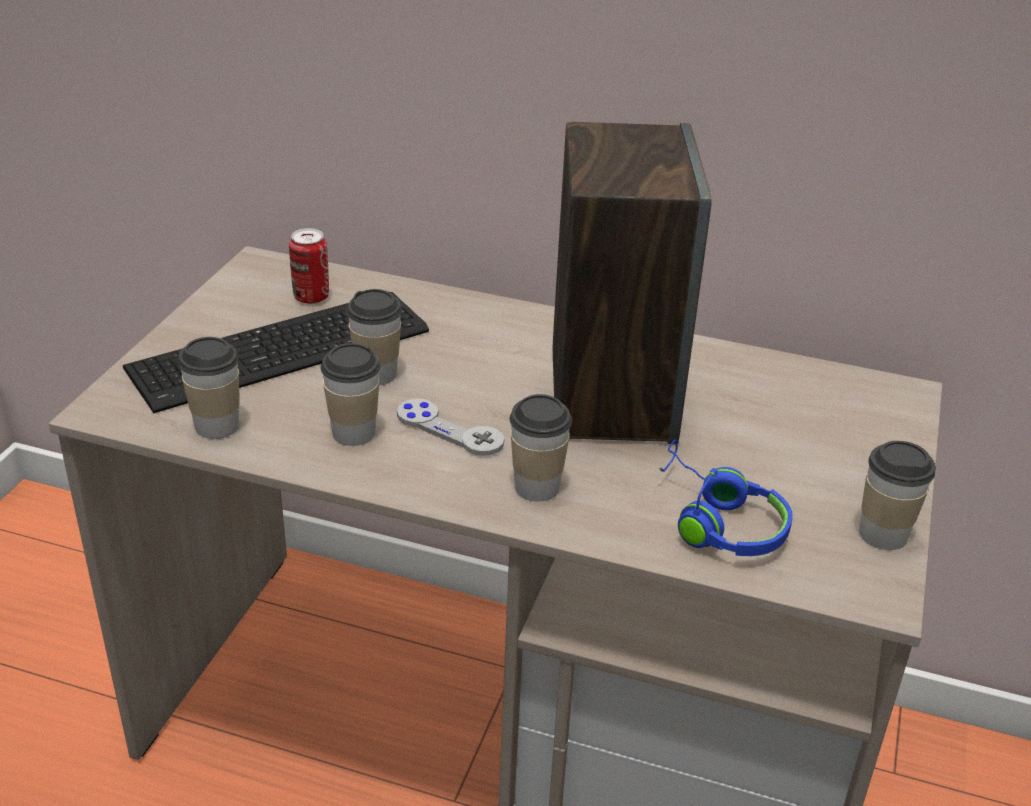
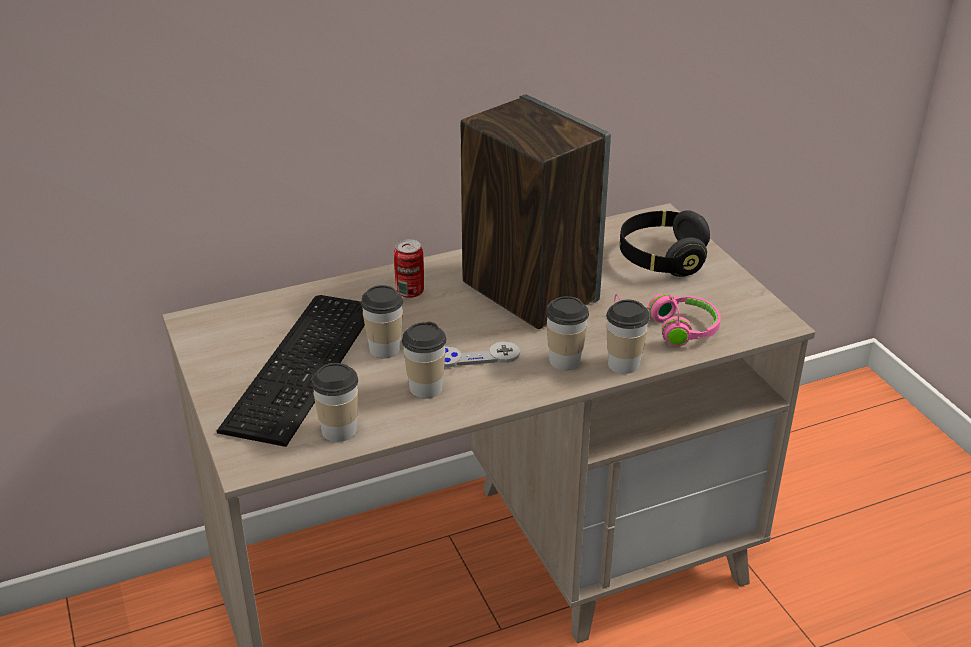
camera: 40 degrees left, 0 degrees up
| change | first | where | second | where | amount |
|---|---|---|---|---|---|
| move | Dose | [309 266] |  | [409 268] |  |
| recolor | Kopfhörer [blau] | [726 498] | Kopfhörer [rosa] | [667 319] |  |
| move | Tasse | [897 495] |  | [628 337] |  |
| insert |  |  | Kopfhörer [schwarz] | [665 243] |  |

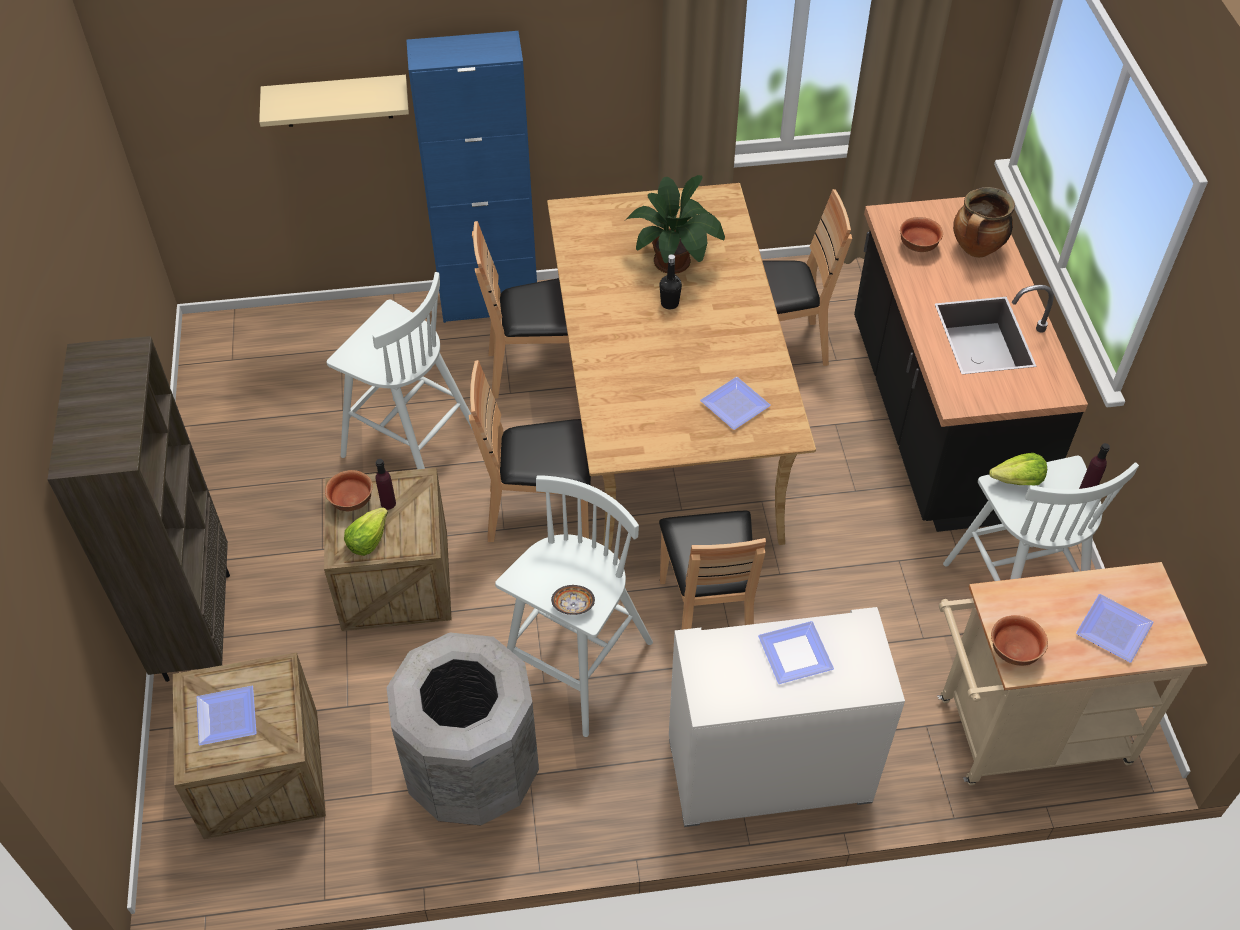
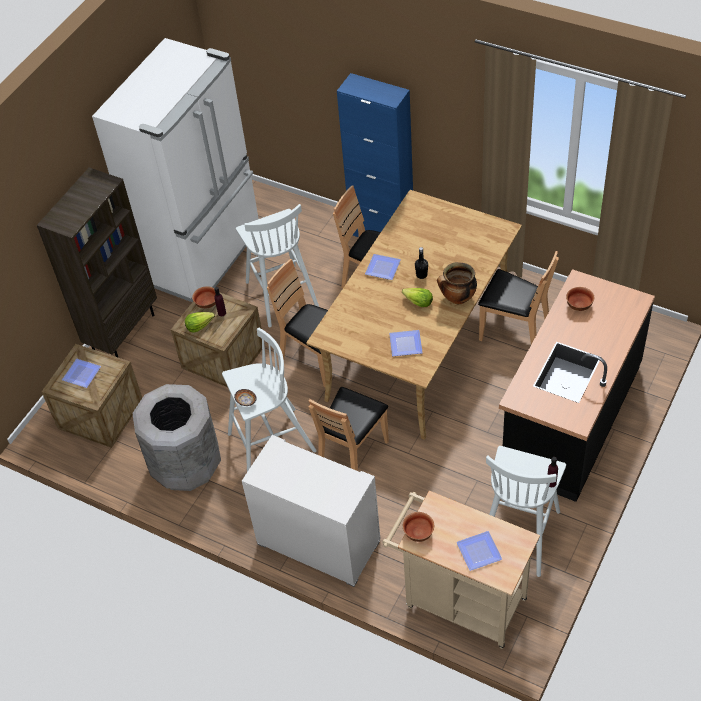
camera: 40 degrees right, 0 degrees up
| change | first | where | second | where | amount |
|---|---|---|---|---|---|
| delete | Wandregal [beige] | [334 101] |  |  |  |
| delete | Topfpflanze | [675 224] |  |  |  |
| move | Teller | [796 652] |  | [383 267] |  |
| move | Kochtopf | [984 222] |  | [457 283] |  |
| move | Salatkopf | [1018 469] |  | [417 297] |  |
| insert |  |  | Kühlschrank [weiß] | [175 170] |  |

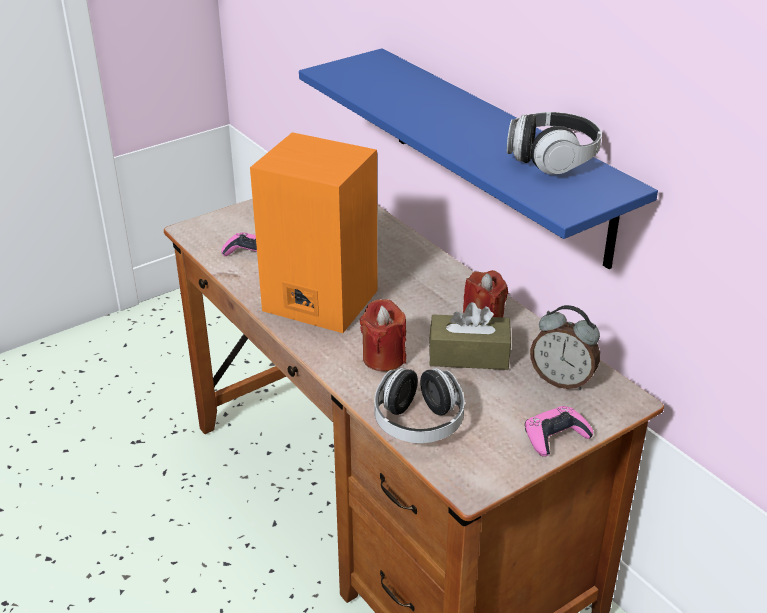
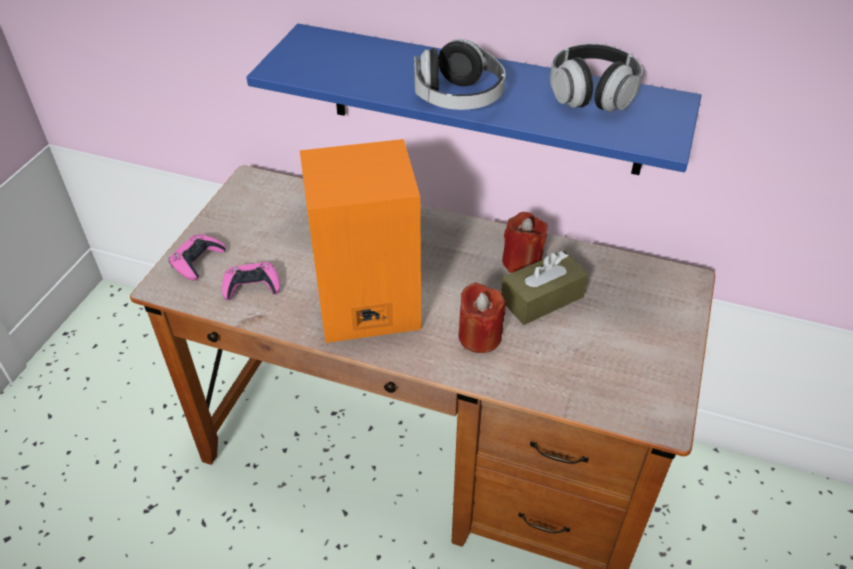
camera: 35 degrees left, 10 degrees up
| change | first | where | second | where | amount |
|---|---|---|---|---|---|
| move | Kopfhörer | [419 405] |  | [459 74] |  |
| move | Gamepad [rosa] | [559 431] |  | [197 257] |  |
| delete | Wecker | [565 347] |  |  |  |

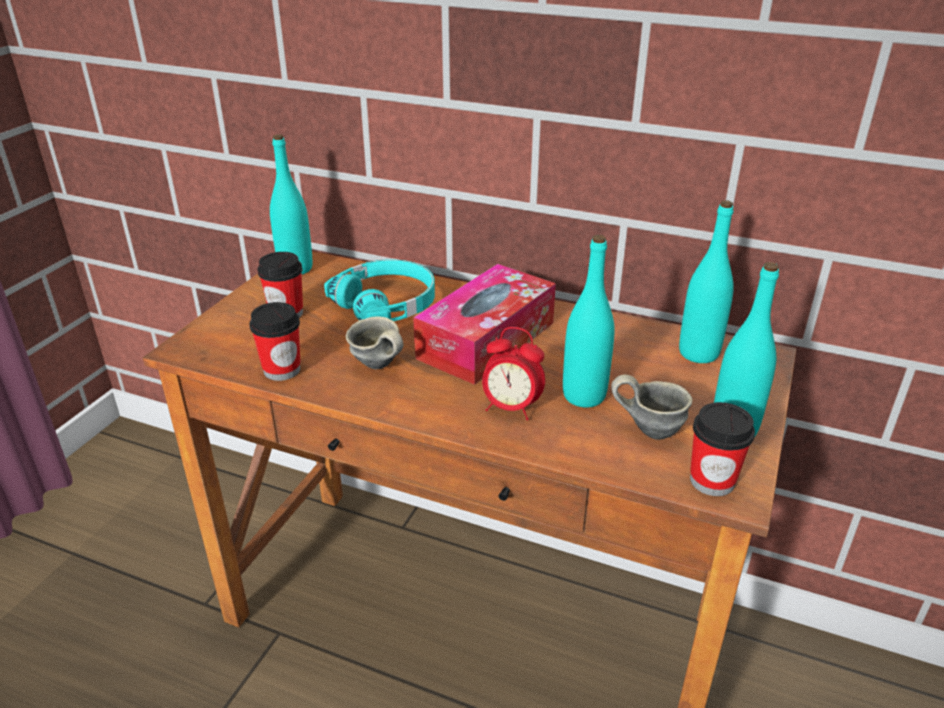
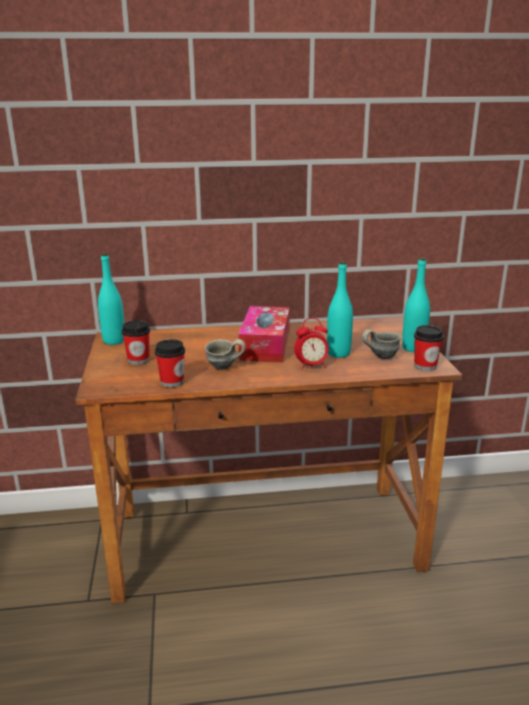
camera: 30 degrees left, 10 degrees down
| change | first | where | second | where | amount |
|---|---|---|---|---|---|
| delete | Kopfhörer [türkis] | [379 290] |  |  |  |
| delete | Flasche [türkis] | [706 281] |  |  |  |

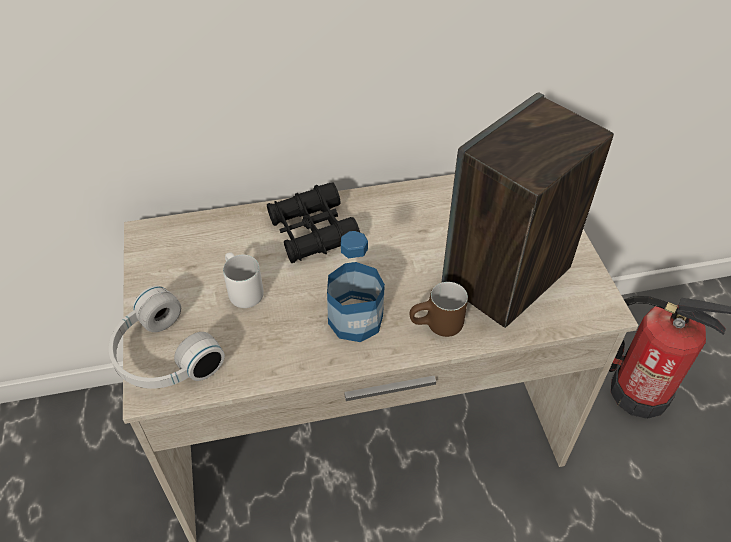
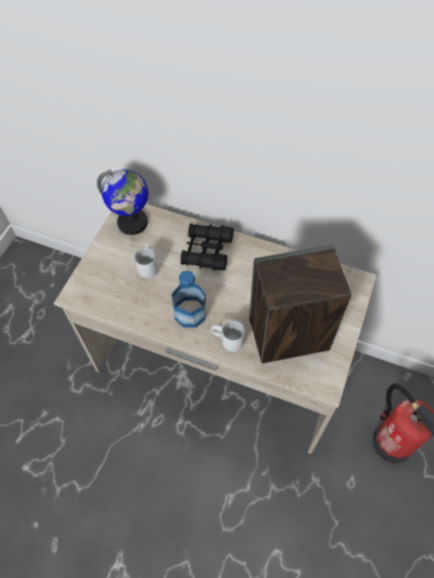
camera: 35 degrees right, 10 degrees up
| change | first | where | second | where | amount |
|---|---|---|---|---|---|
| delete | Kopfhörer [weiß] | [167 337] |  |  |  |
| recolor | Henkelbecher [braun] | [439 309] | Henkelbecher [weiß] | [228 336] |  |
| insert |  |  | Globus | [122 202] |  |

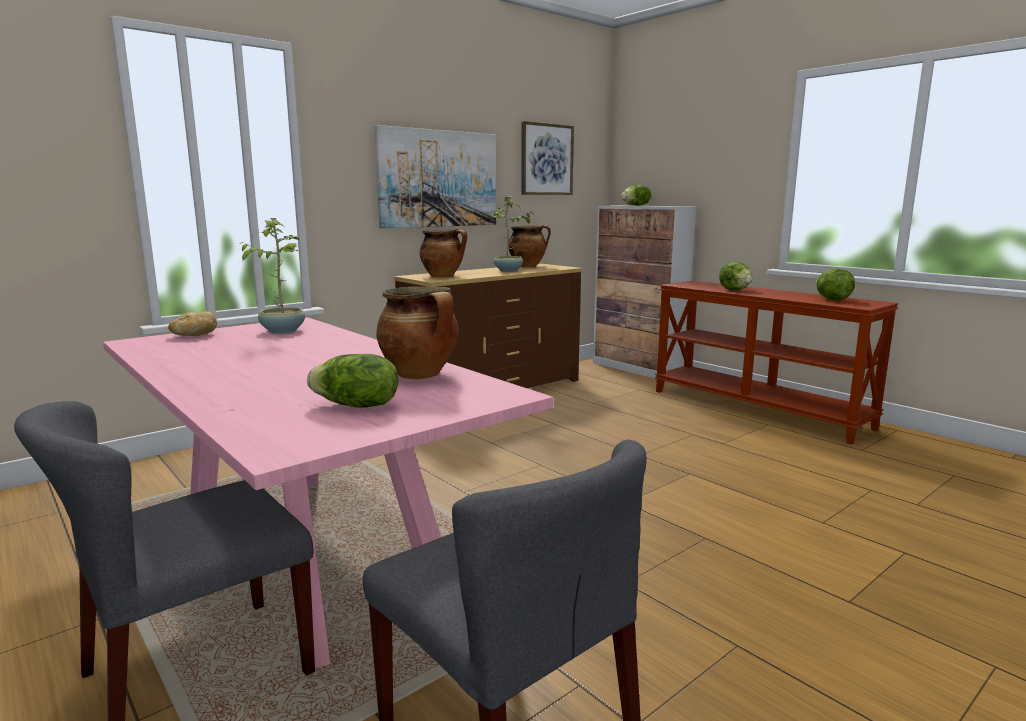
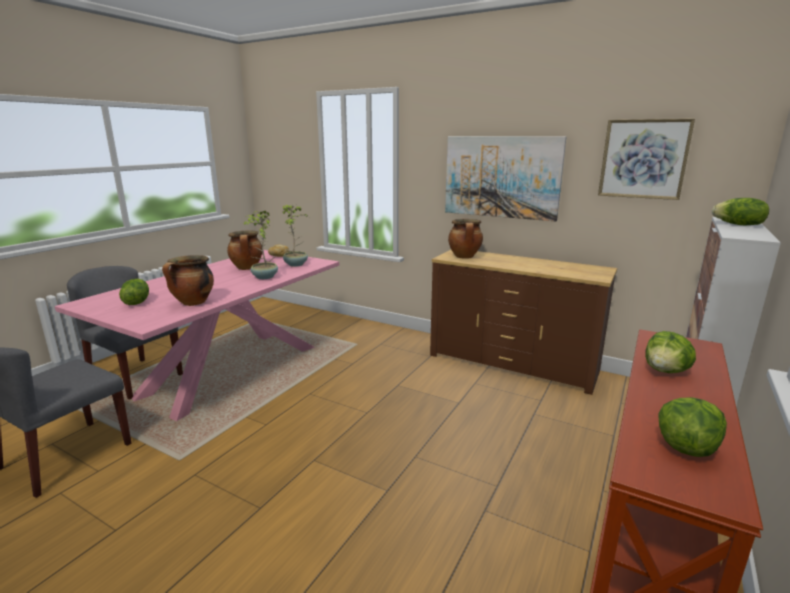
camera: 70 degrees right, 5 degrees up
| change | first | where | second | where | amount |
|---|---|---|---|---|---|
| move | Topfpflanze | [513 234] |  | [260 245] |  |
| move | Kochtopf | [530 246] |  | [244 250] |  |

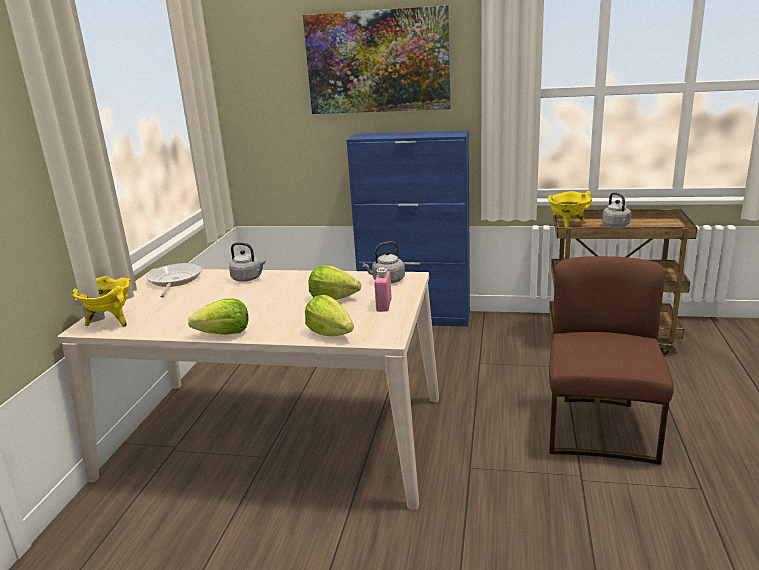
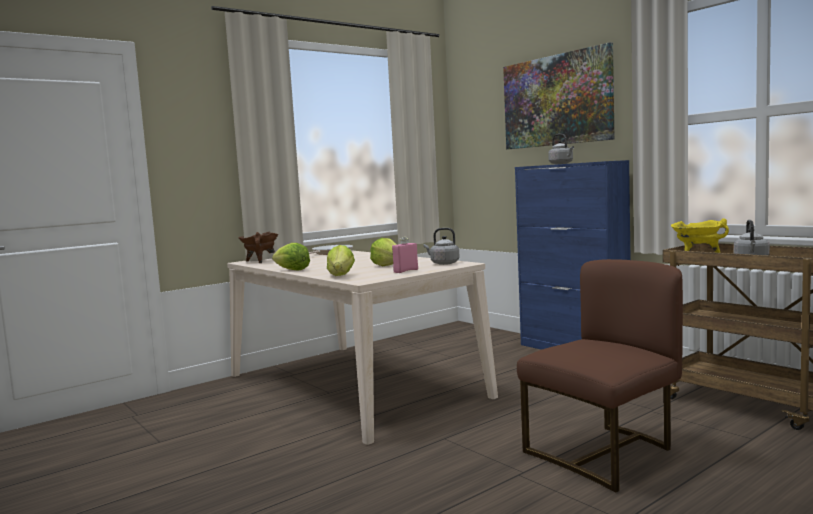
camera: 40 degrees right, 15 degrees down
| change | first | where | second | where | amount |
|---|---|---|---|---|---|
| recolor | Kochtopf [gelb] | [101 301] | Kochtopf [braun] | [258 247] |  |
| move | Wasserkessel [grau] | [247 262] |  | [561 149] |  |

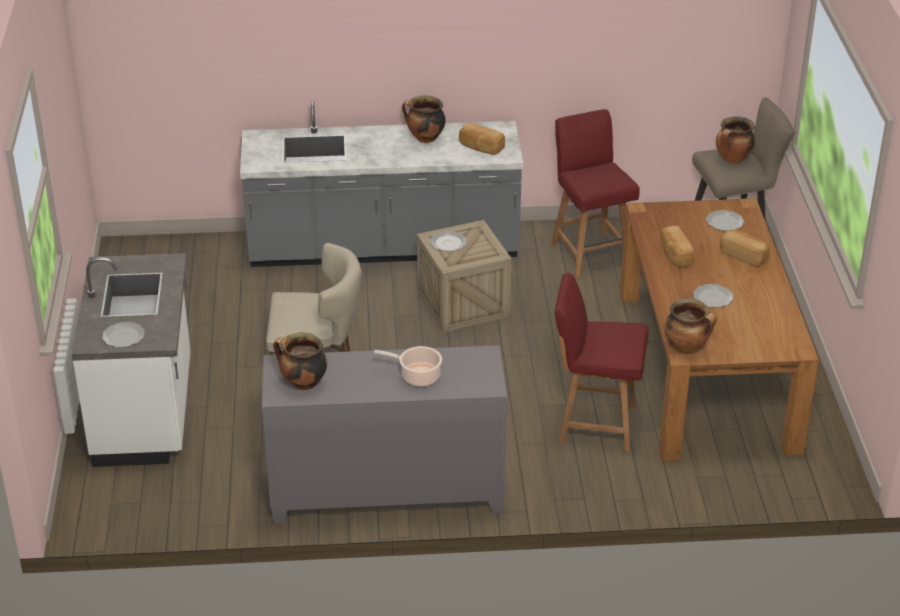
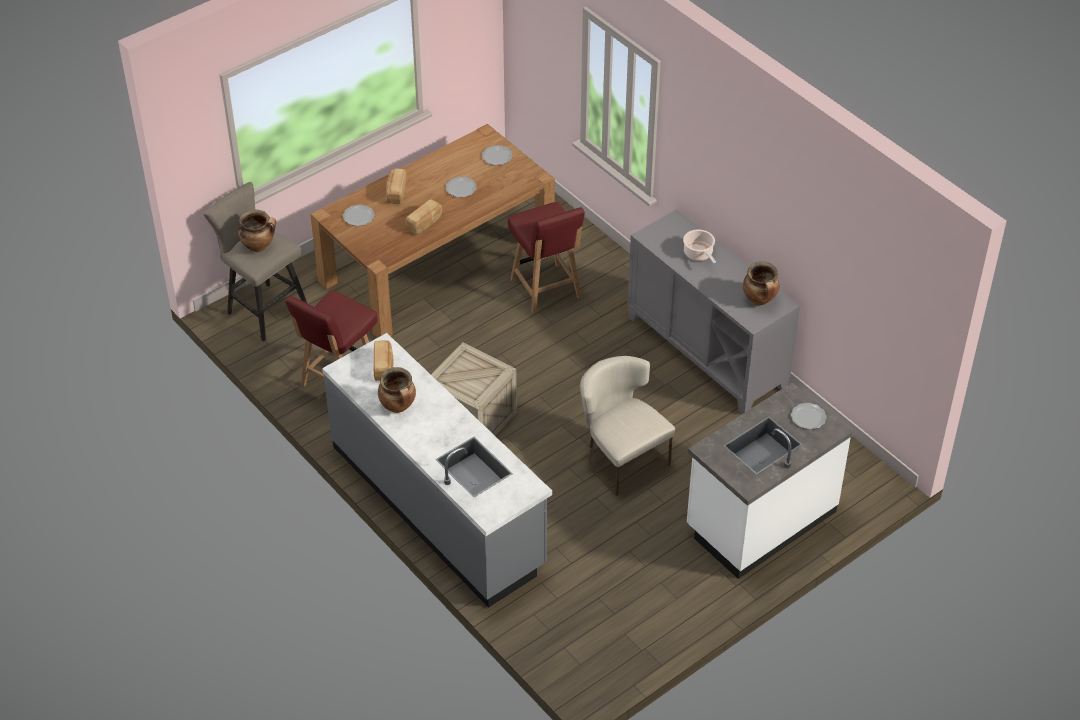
camera: 125 degrees left, 10 degrees up
| change | first | where | second | where | amount |
|---|---|---|---|---|---|
| move | Teller | [448 241] |  | [497 155] |  |
| delete | Kochtopf | [691 326] |  |  |  |

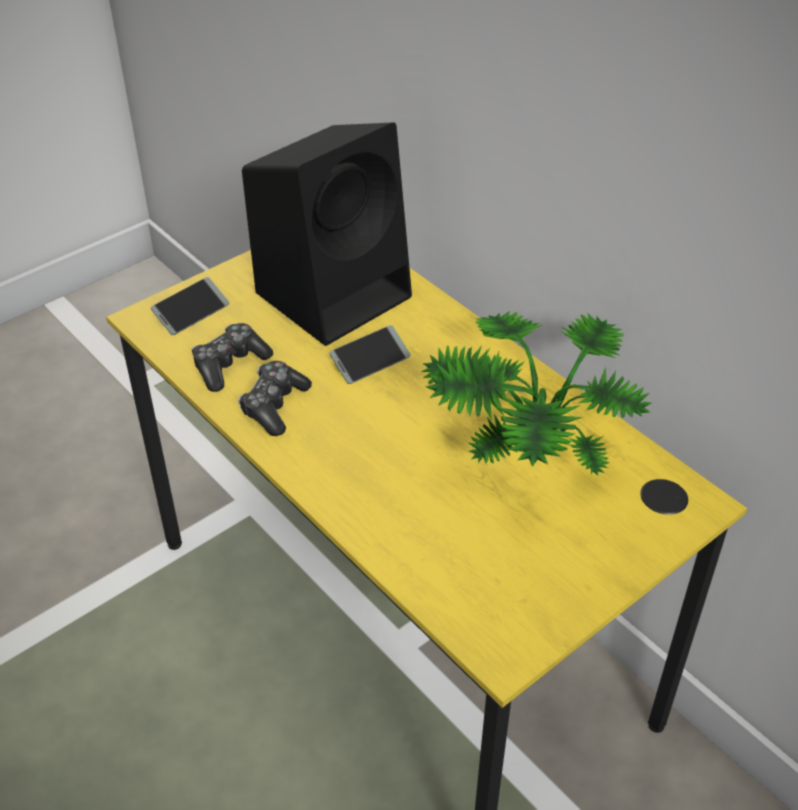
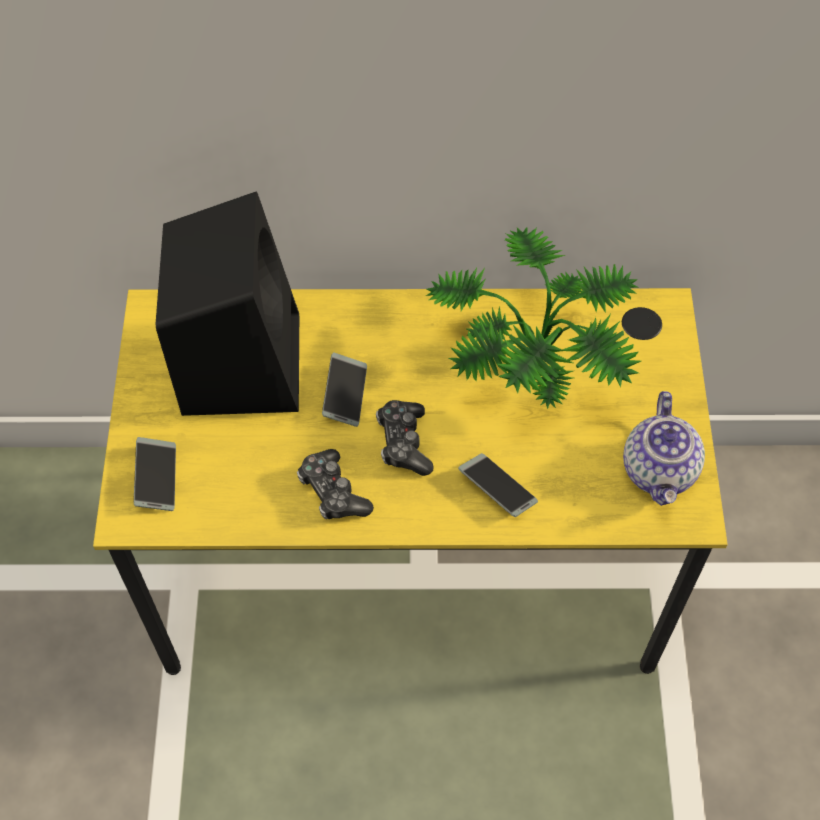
camera: 50 degrees left, 15 degrees up
| change | first | where | second | where | amount |
|---|---|---|---|---|---|
| move | Gamepad | [232 357] |  | [405 438] |  |
| insert |  |  | Handy | [498 485] |  |
| insert |  |  | Teekanne | [664 448] |  |

